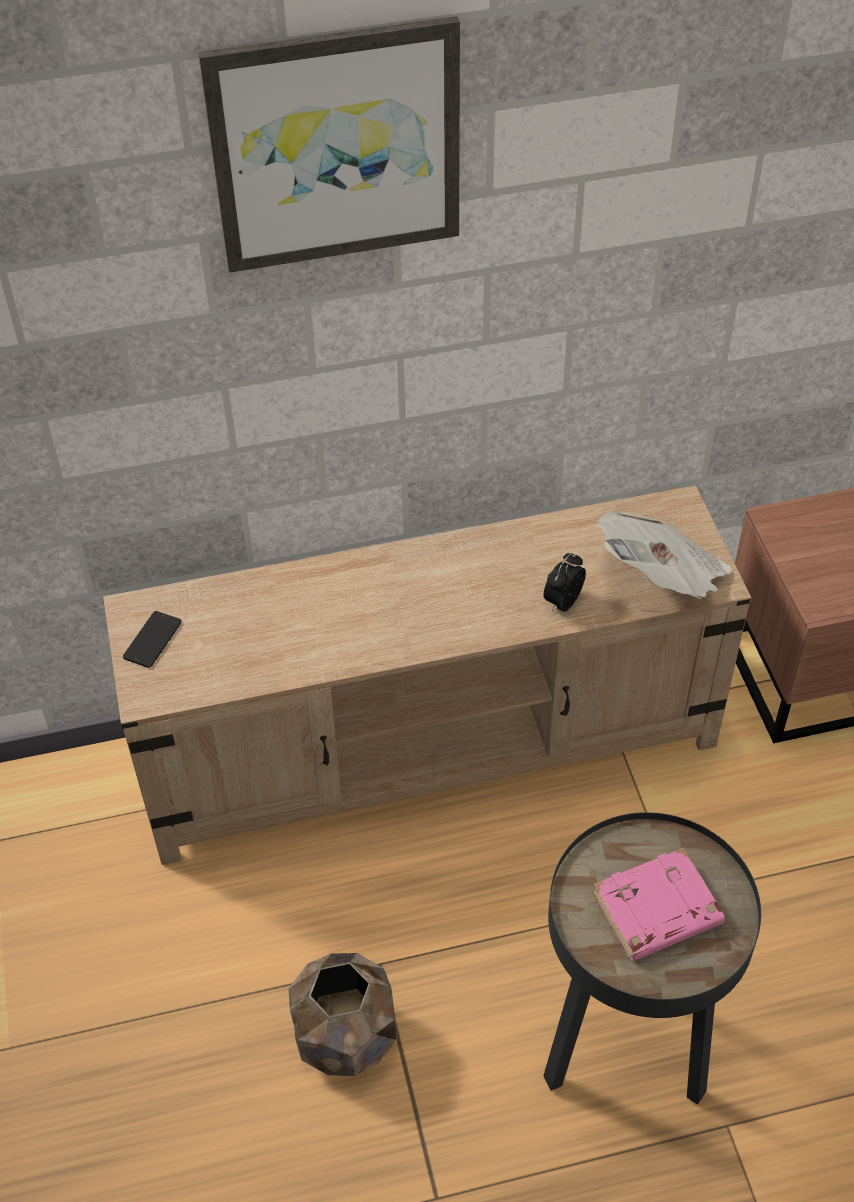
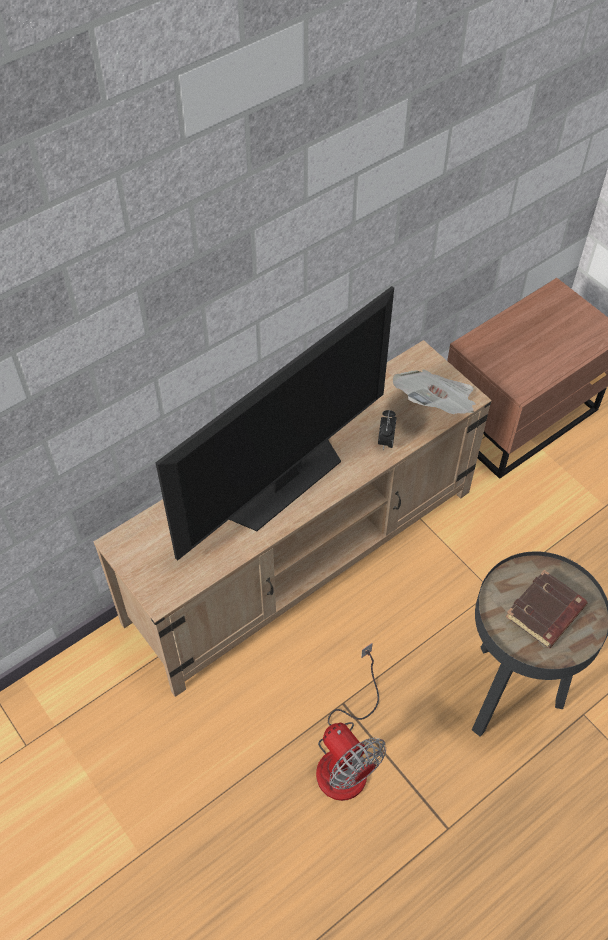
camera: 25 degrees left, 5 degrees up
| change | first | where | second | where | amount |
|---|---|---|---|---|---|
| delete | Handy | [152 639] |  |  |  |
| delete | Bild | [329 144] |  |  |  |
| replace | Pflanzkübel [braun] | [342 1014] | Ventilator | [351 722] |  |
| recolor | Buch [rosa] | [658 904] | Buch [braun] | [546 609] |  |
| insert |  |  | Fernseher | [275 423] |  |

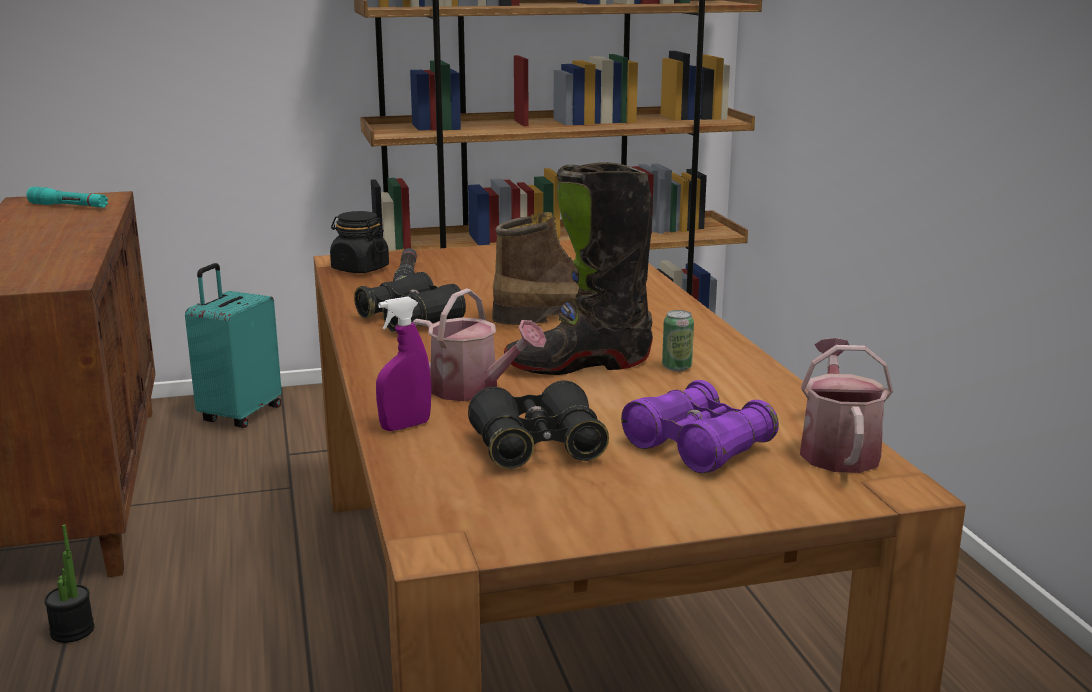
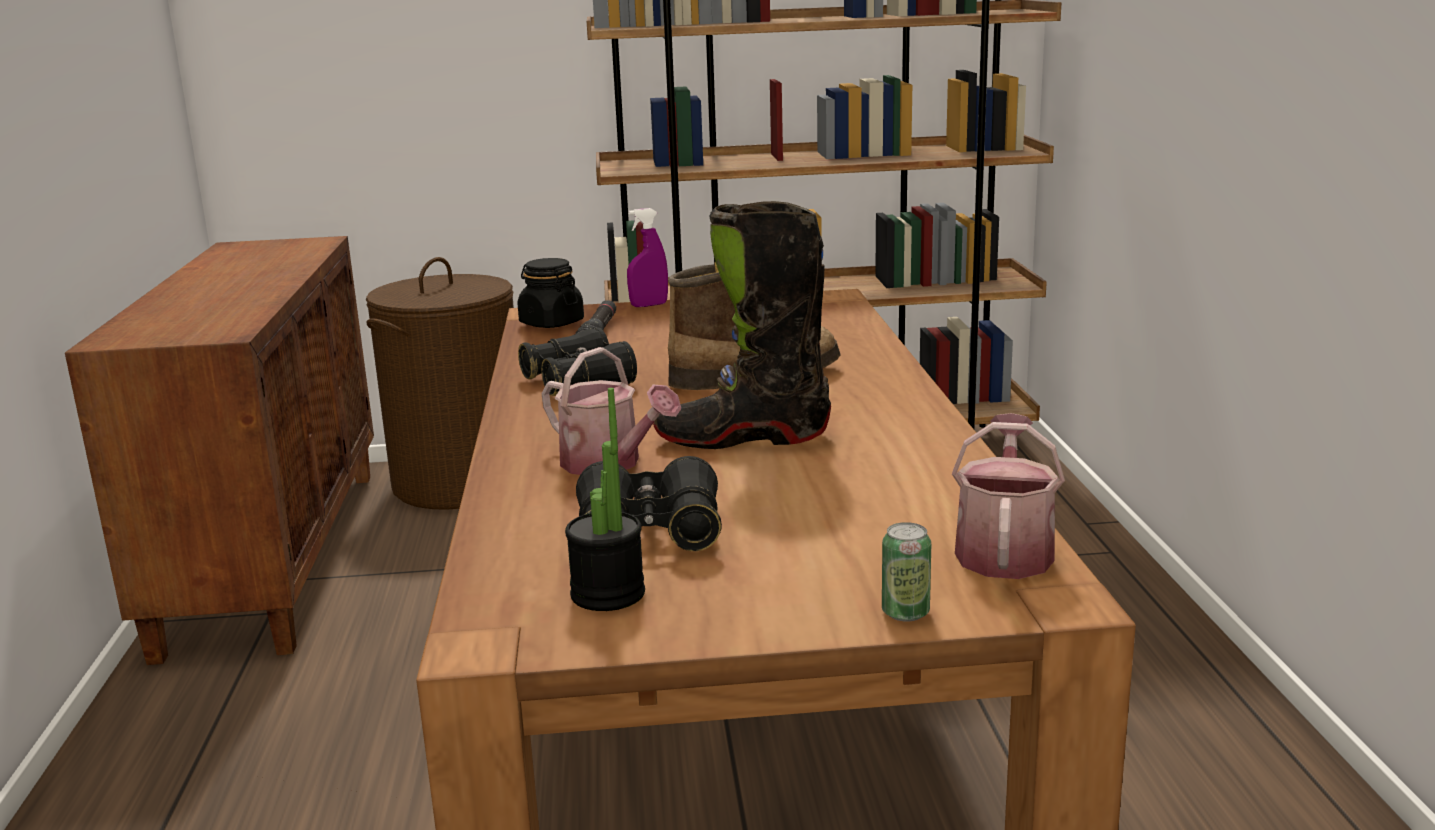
camera: 10 degrees right, 0 degrees up
| change | first | where | second | where | amount |
|---|---|---|---|---|---|
| delete | Taschenlampe [türkis] | [67 197] |  |  |  |
| move | Topfpflanze | [69 583] |  | [605 499] |  |
| replace | Koffer [türkis] | [233 345] | Wäschekorb [braun] | [440 383] |  |
| move | Sprühflasche [lila] | [403 363] |  | [647 257] |  |
| delete | Fernglas [lila] | [700 426] |  |  |  |
| move | Dose | [678 340] |  | [906 572] |  |

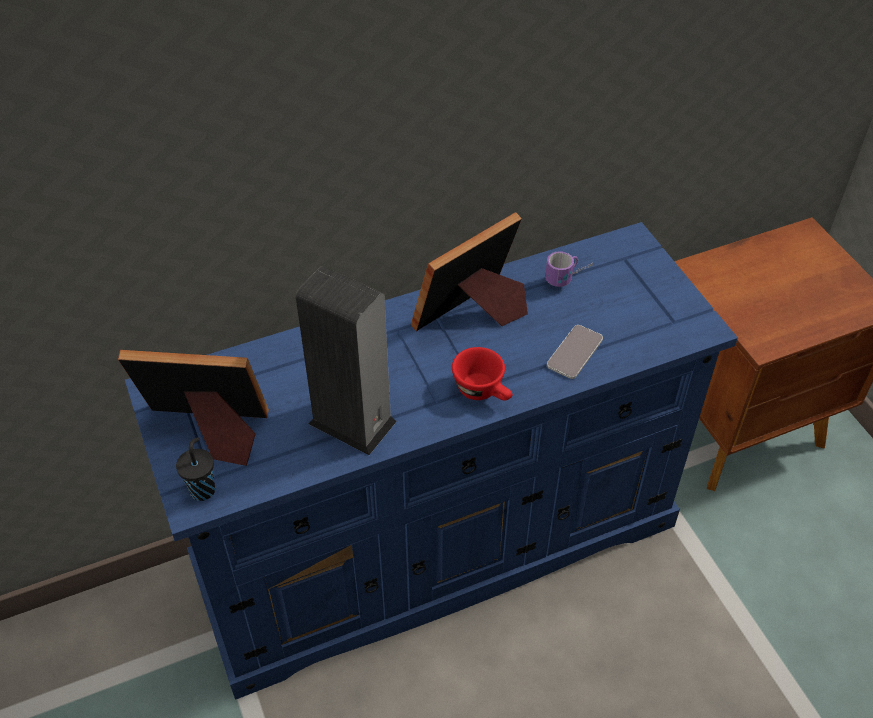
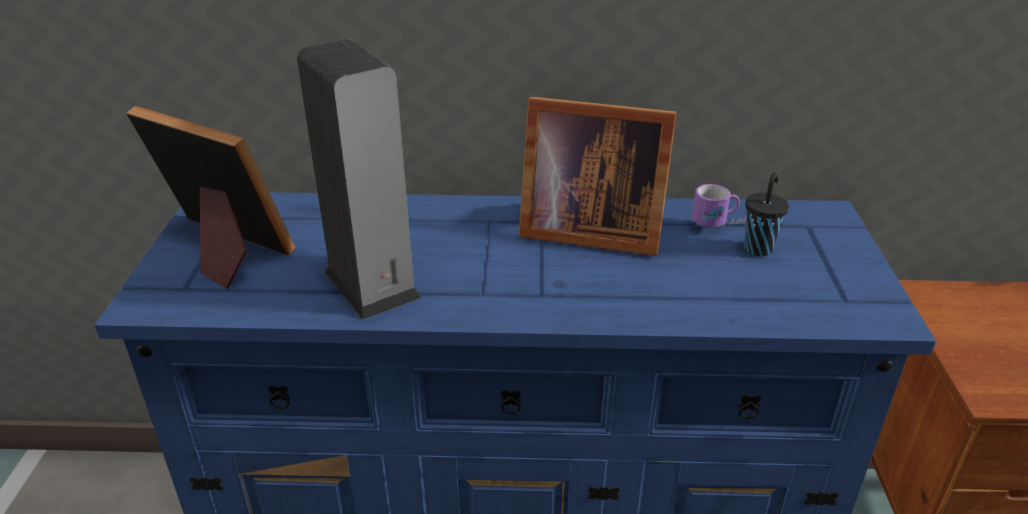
camera: 25 degrees right, 15 degrees down
| change | first | where | second | where | amount |
|---|---|---|---|---|---|
| move | Tasse [schwarz] | [195 469] |  | [766 214] |  |
| rotate | Bilderrahmen | [469 271] |  | [598 176] | 150 degrees counterclockwise |
| delete | Tasse [rot] | [482 374] |  |  |  |
| delete | Handy | [575 352] |  |  |  |

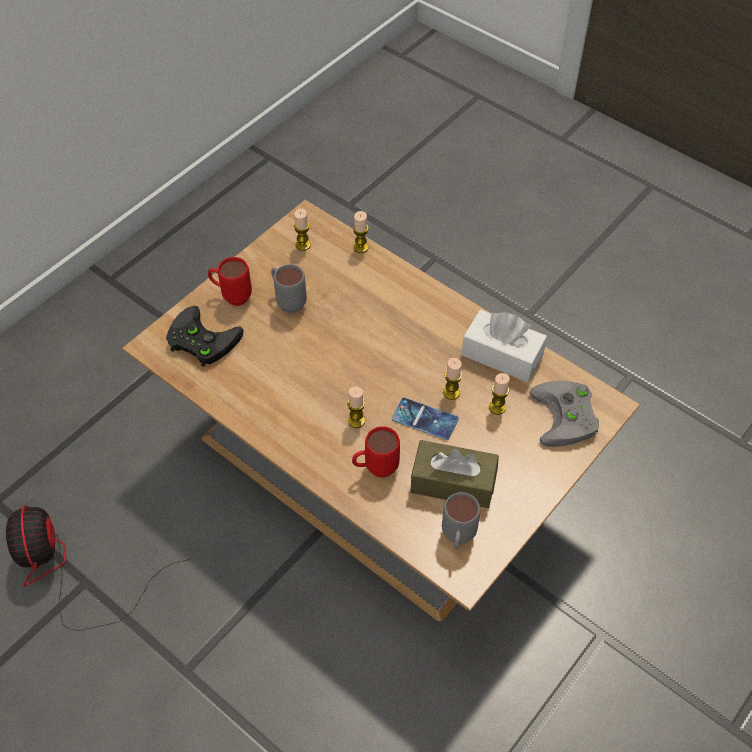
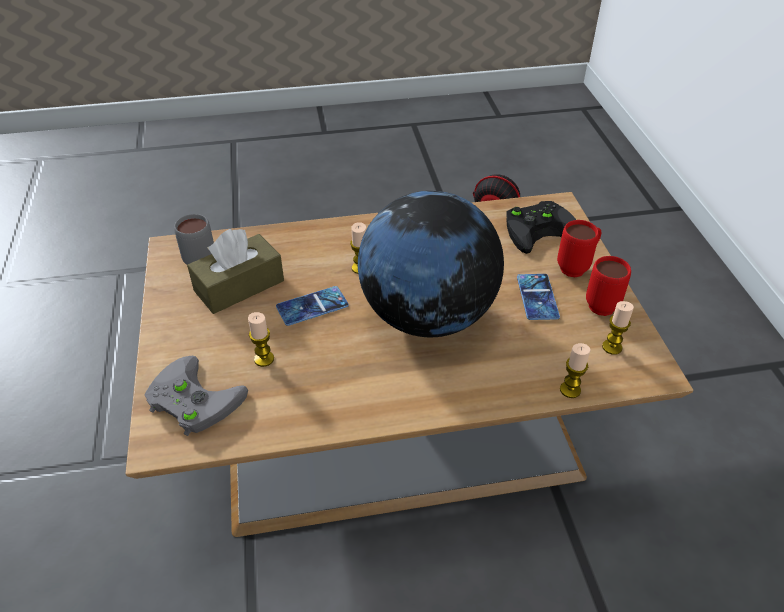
camera: 130 degrees right, 10 degrees down
| change | first | where | second | where | amount |
|---|---|---|---|---|---|
| replace | Henkelbecher [grau] | [289 289] | Handy | [538 297] |  |
| move | Henkelbecher [rot] | [376 452] |  | [608 286] |  |
| delete | Kerze | [452 379] |  |  |  |
| delete | Taschentuchbox [weiß] | [504 346] |  |  |  |
| insert |  |  | Globus | [431 264] |  |

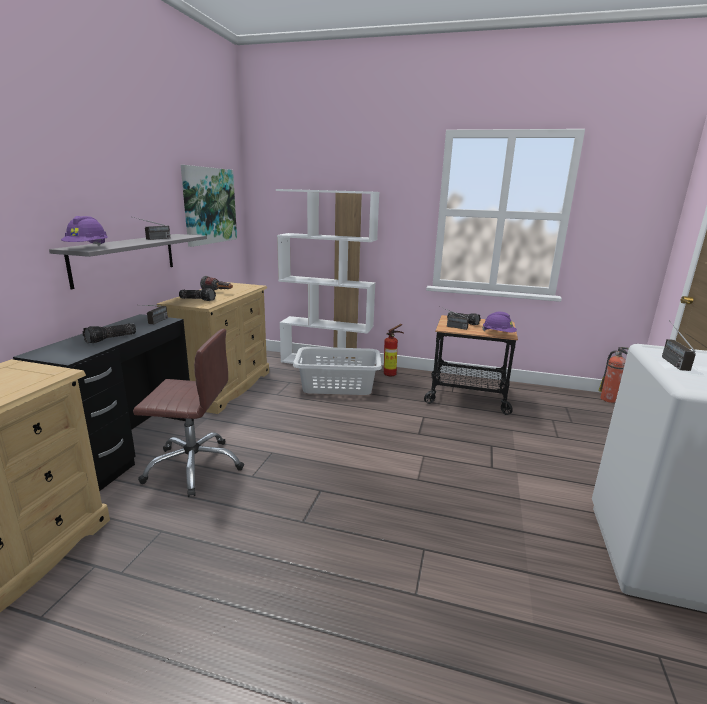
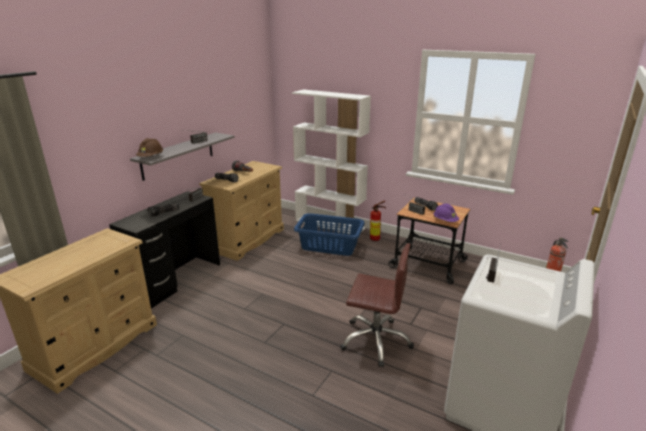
camera: 15 degrees right, 5 degrees up
| change | first | where | second | where | amount |
|---|---|---|---|---|---|
| recolor | Schutzhelm [lila] | [84 231] | Schutzhelm [braun] | [149 147] |  |
| move | Bürostuhl [braun] | [188 413] |  | [377 305] |  |
| delete | Bild | [209 206] |  |  |  |
| recolor | Wäschekorb [grau] | [337 371] | Wäschekorb [blau] | [329 234] |  |

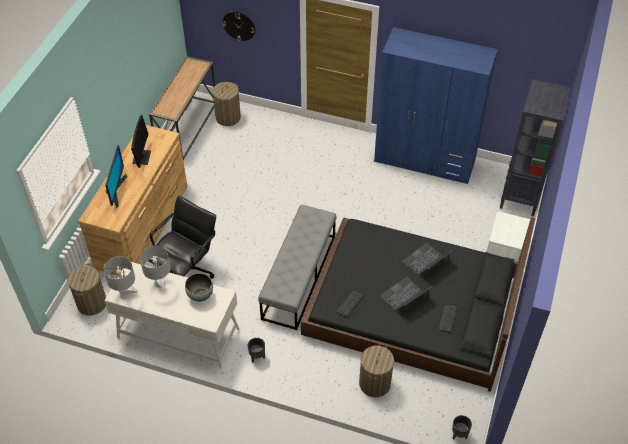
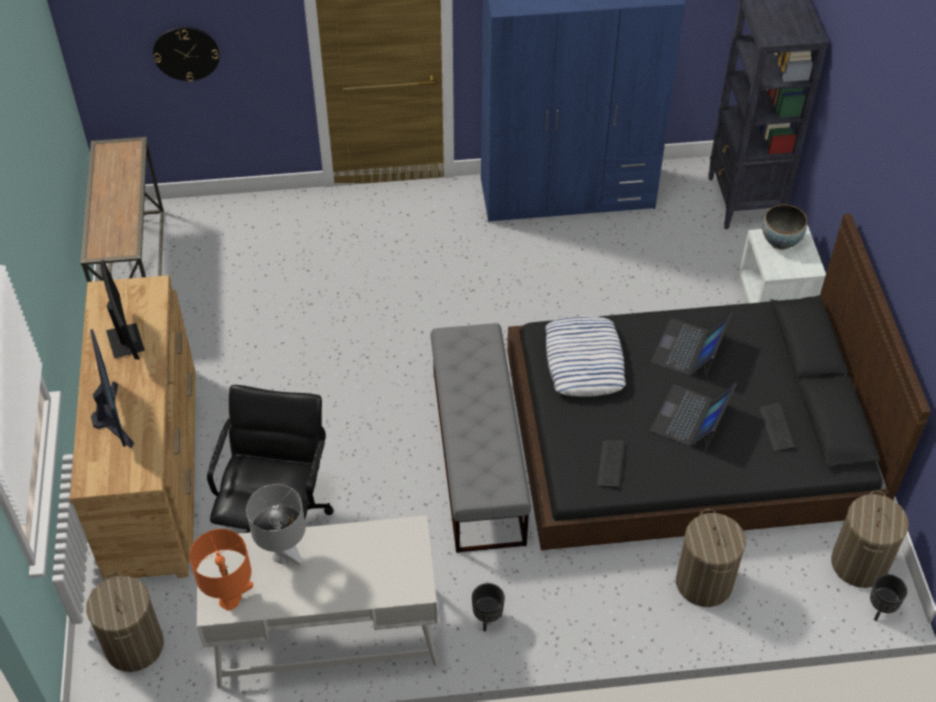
camera: 25 degrees left, 0 degrees up
| change | first | where | second | where | amount |
|---|---|---|---|---|---|
| recolor | Tischlampe [grau] | [120 277] | Tischlampe [orange] | [221 570] |  |
| move | Schüssel | [199 287] |  | [784 227] |  |
| move | Wäschekorb | [226 104] |  | [870 539] |  |
| insert |  |  | Kissen | [585 356] |  |

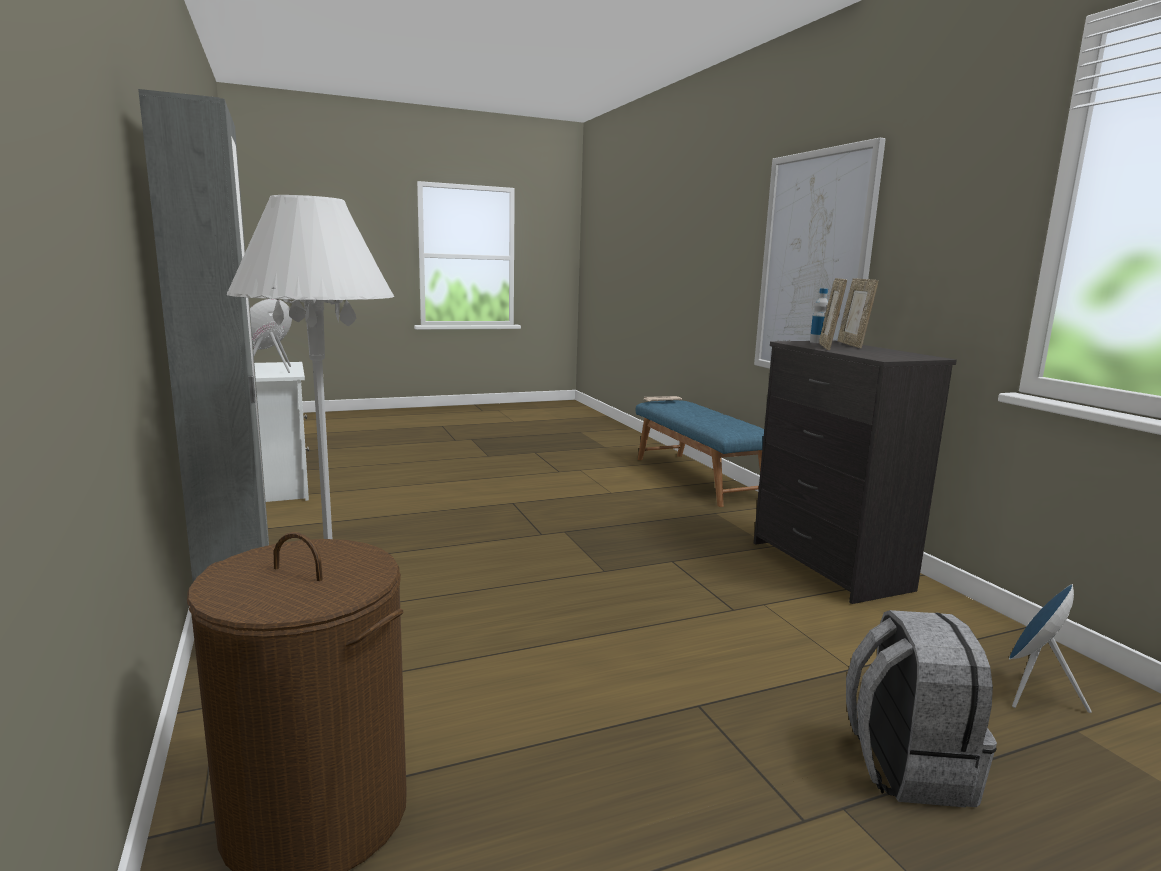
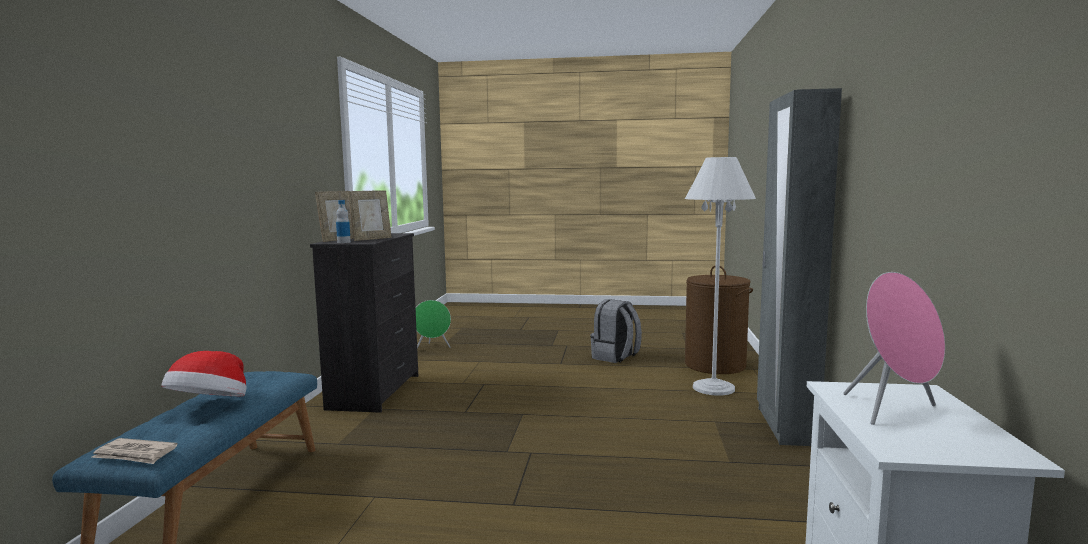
camera: 150 degrees left, 5 degrees down
| change | first | where | second | where | amount |
|---|---|---|---|---|---|
| delete | Bild | [820 253] |  |  |  |
| move | Rucksack [grau] | [921 708] |  | [616 331] |  |
| recolor | Lautsprecher [blau] | [1050 648] | Lautsprecher [grün] | [433 324] |  |
| insert |  |  | Hut | [204 374] |  |

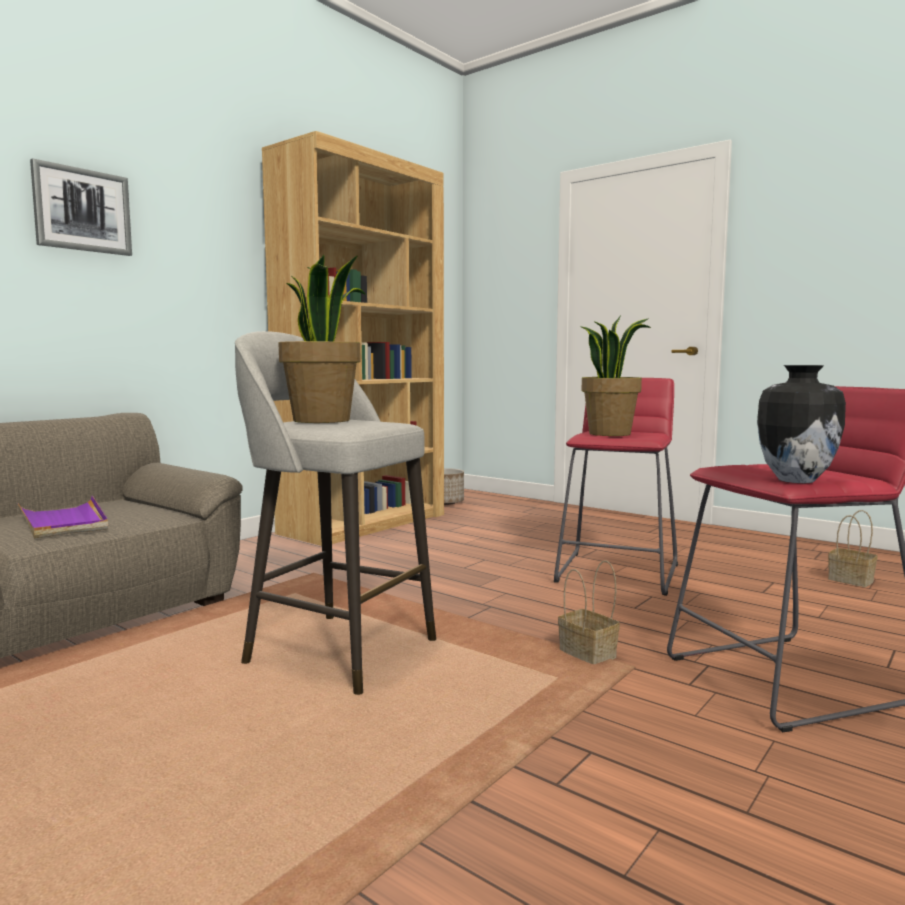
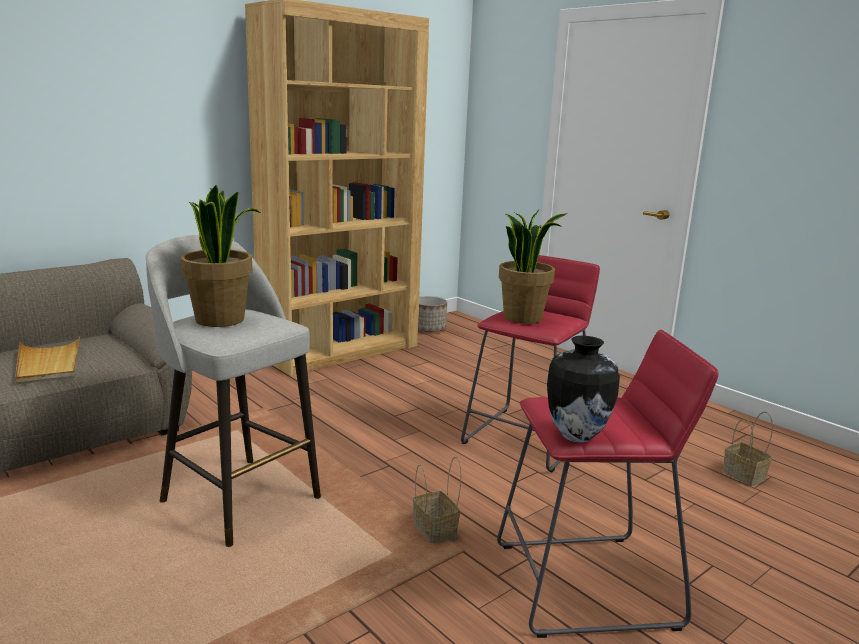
camera: 10 degrees right, 10 degrees up
| change | first | where | second | where | amount |
|---|---|---|---|---|---|
| recolor | Tablett [lila] | [62 517] | Tablett [beige] | [47 360] |  |
| delete | Bild | [81 207] |  |  |  |

